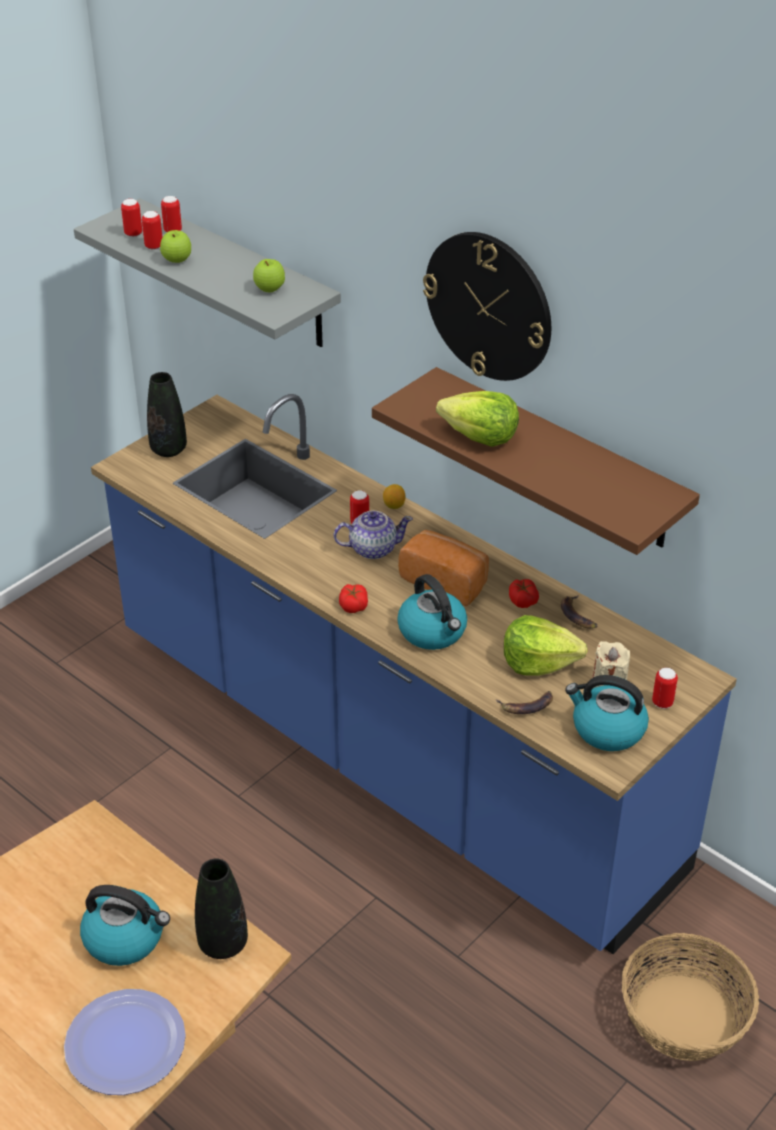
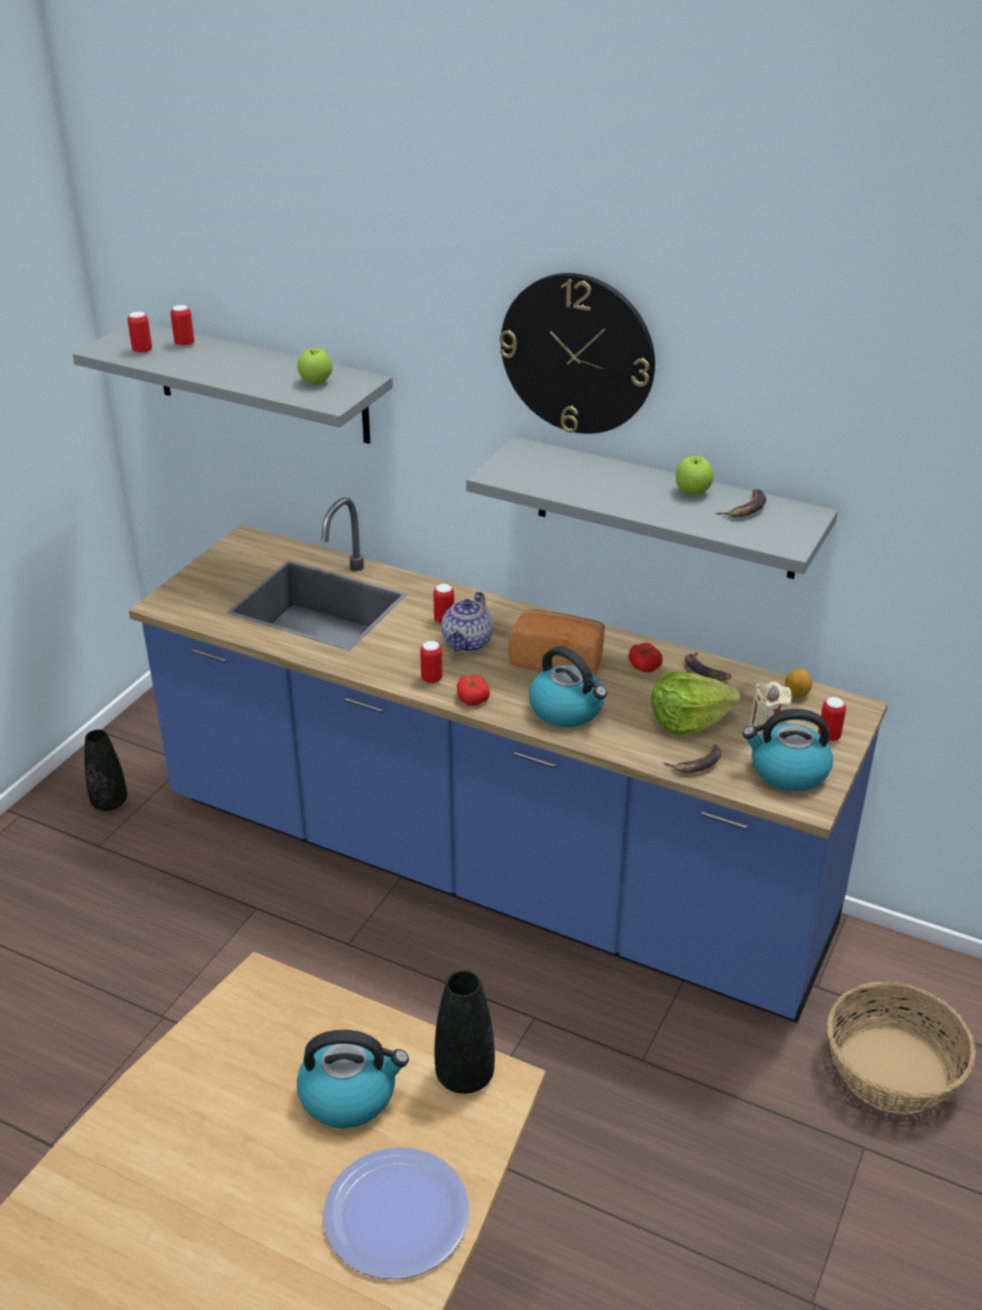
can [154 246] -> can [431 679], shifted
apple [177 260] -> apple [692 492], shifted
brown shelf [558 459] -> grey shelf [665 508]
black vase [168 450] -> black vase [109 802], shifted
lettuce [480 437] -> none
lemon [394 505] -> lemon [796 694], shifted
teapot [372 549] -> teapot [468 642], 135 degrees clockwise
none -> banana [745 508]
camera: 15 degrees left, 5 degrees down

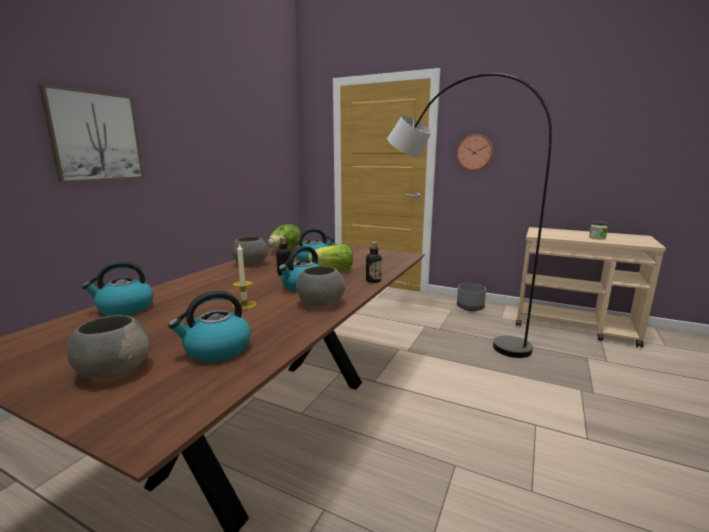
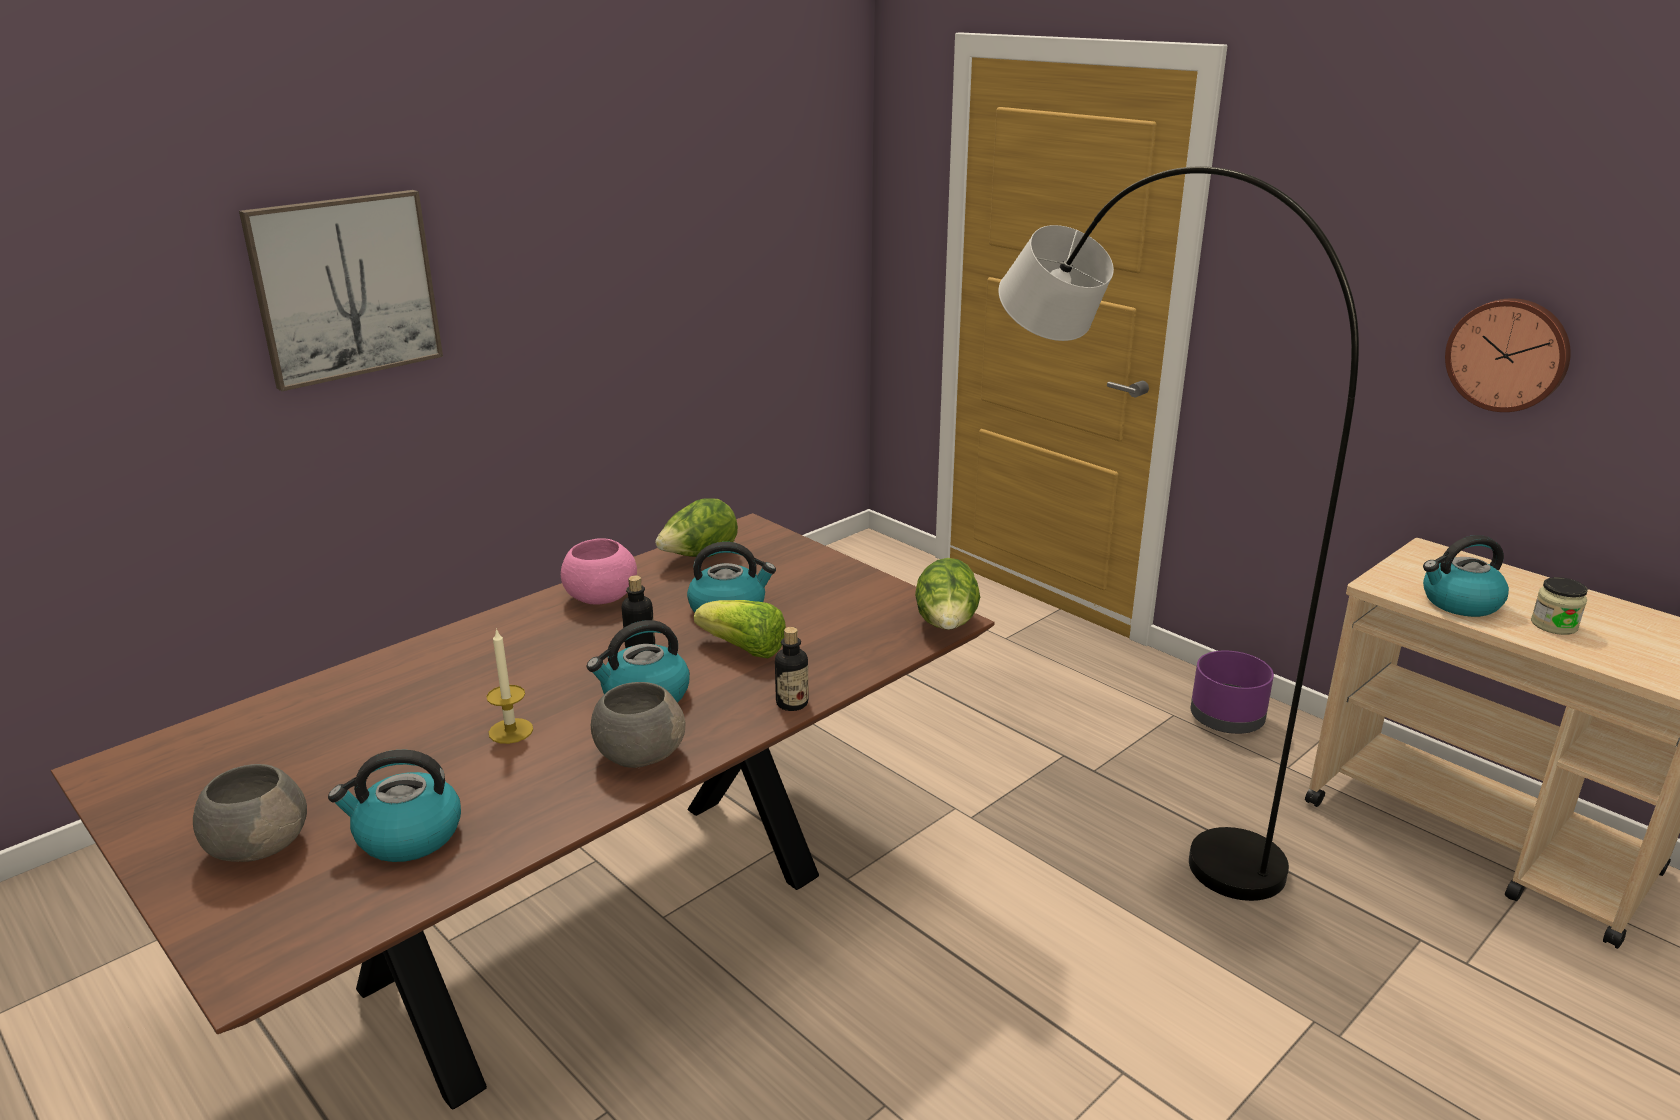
wall clock [474 152] -> wall clock [1508 354], shifted
grey bowl [250 263] -> pink bowl [600 597]
kettle [125 308] -> kettle [1459 603], shifted
grey planter [470 308] -> purple planter [1227 719]
none -> lettuce [947 626]
camera: 20 degrees right, 10 degrees up

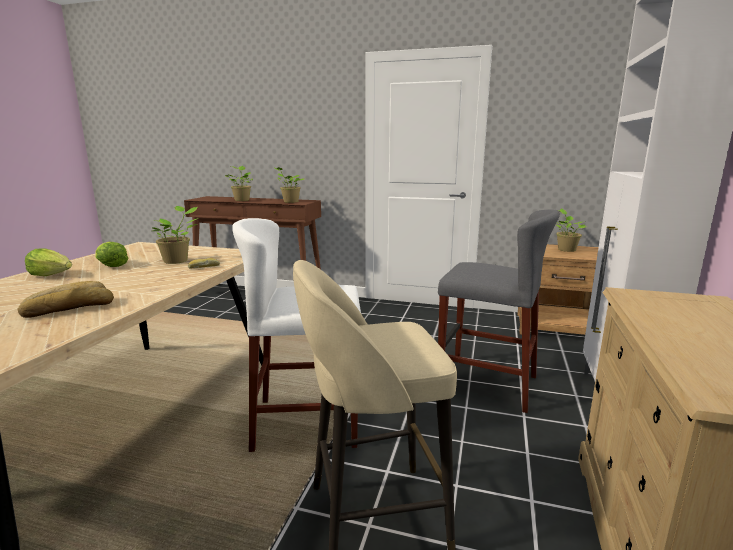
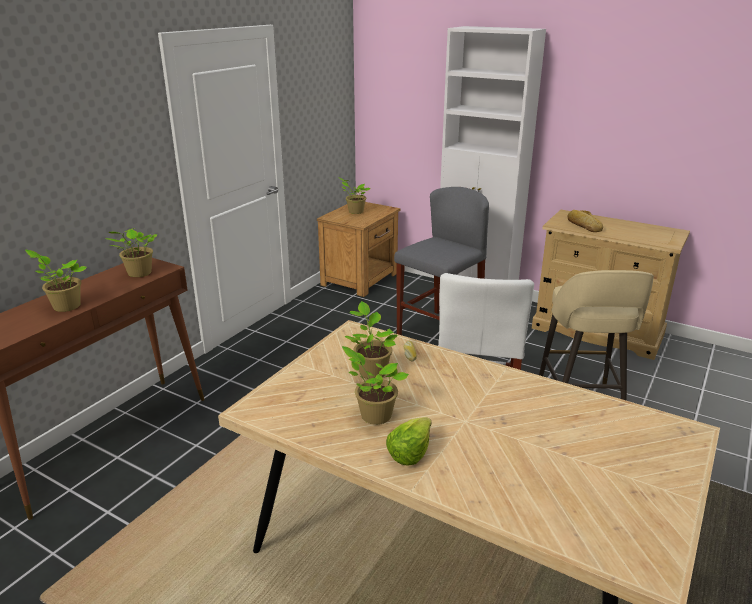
lettuce [111 265] -> potted plant [373 415]
bread [69 308] -> bread [583 226], shifted
camera: 75 degrees left, 10 degrees up

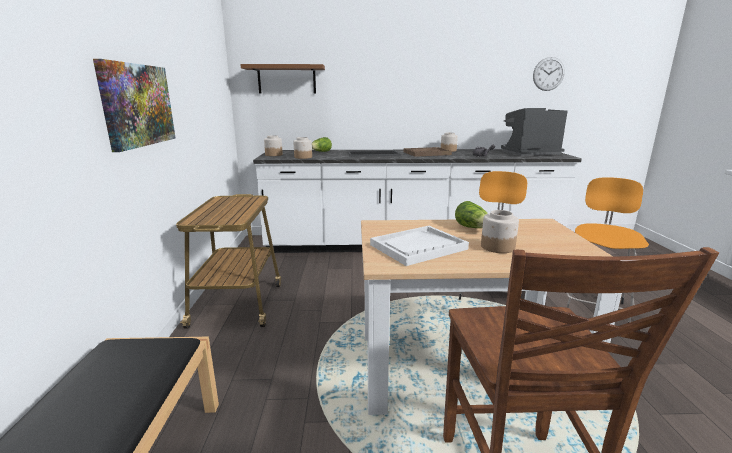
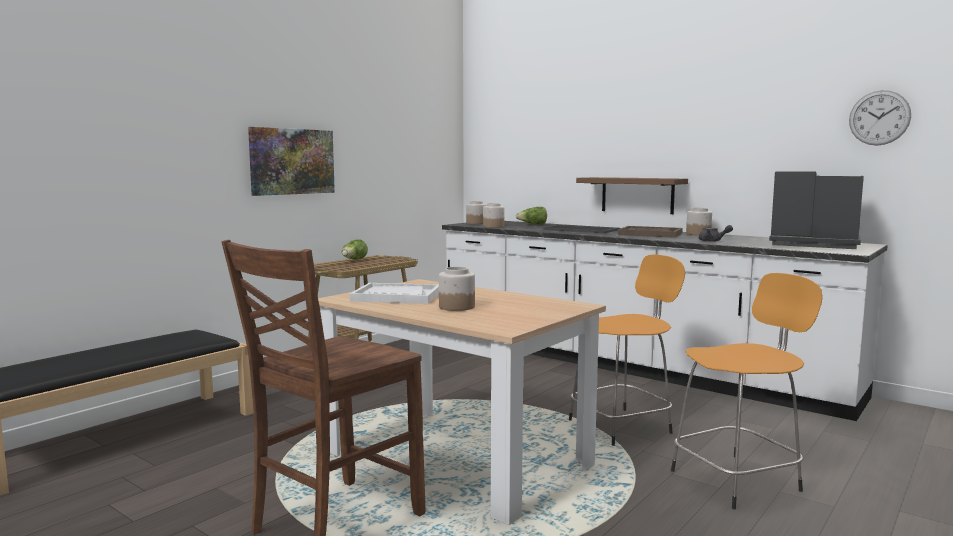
brown shelf [286 79] -> brown shelf [637 195], shifted
lettuce [472 228] -> lettuce [354 260], shifted
camera: 40 degrees right, 10 degrees down

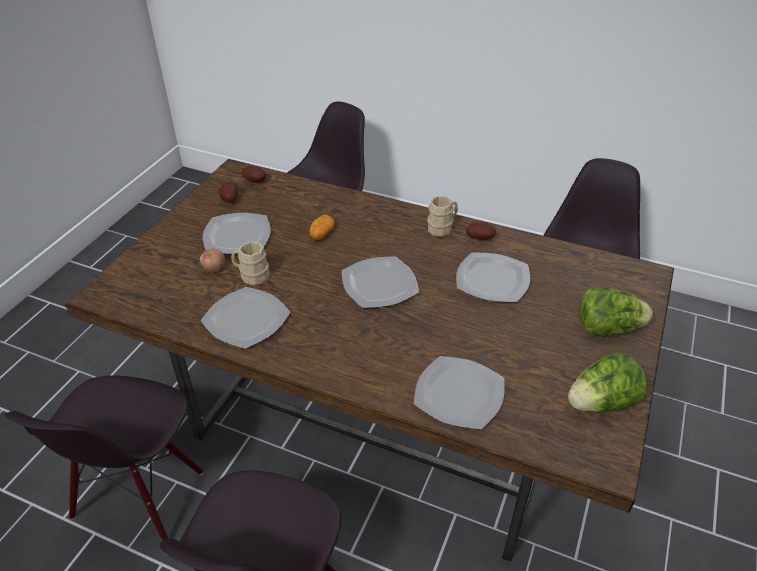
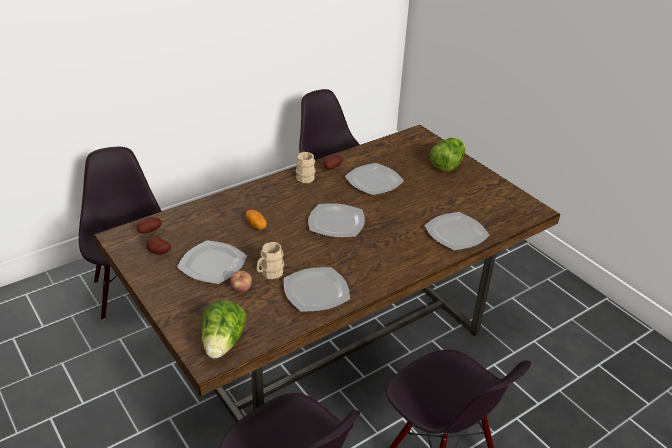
lettuce [601 403] -> lettuce [223 344], shifted
camera: 60 degrees left, 5 degrees down

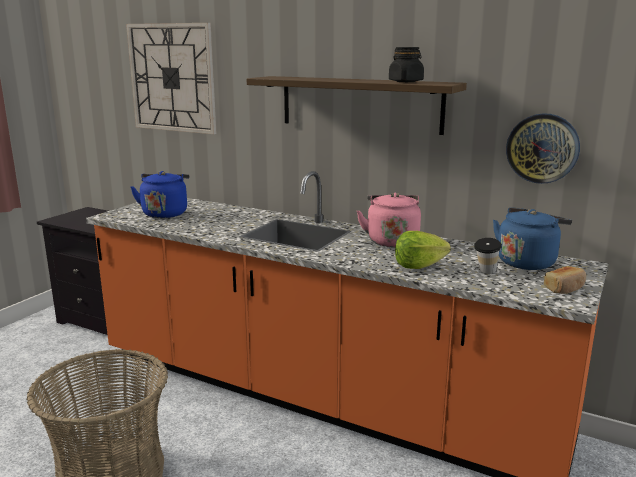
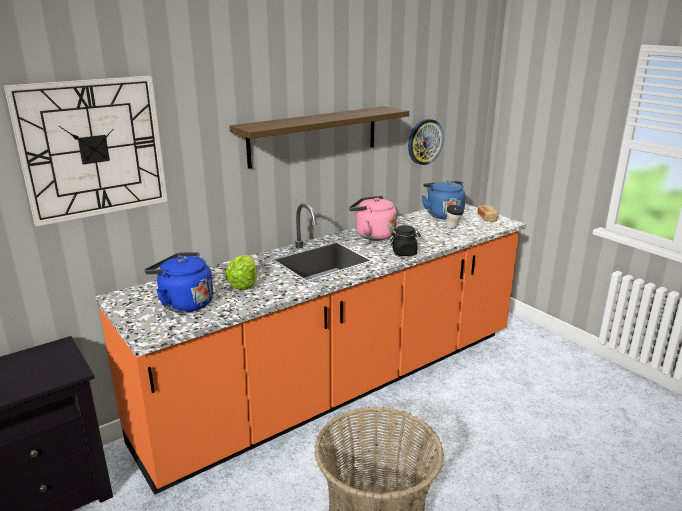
black jar [406 81] -> black jar [404 253], shifted
lettuce [419 266] -> lettuce [244 284], shifted
camera: 65 degrees left, 5 degrees up

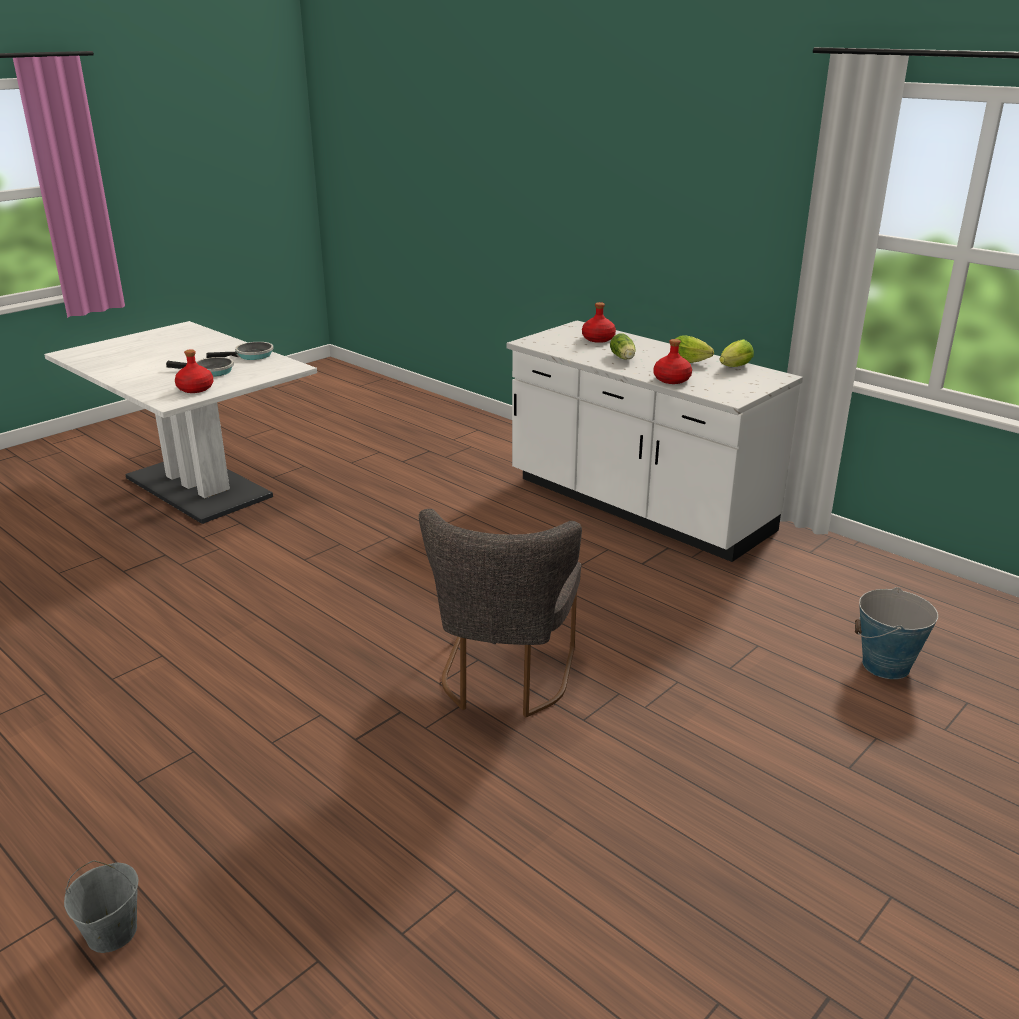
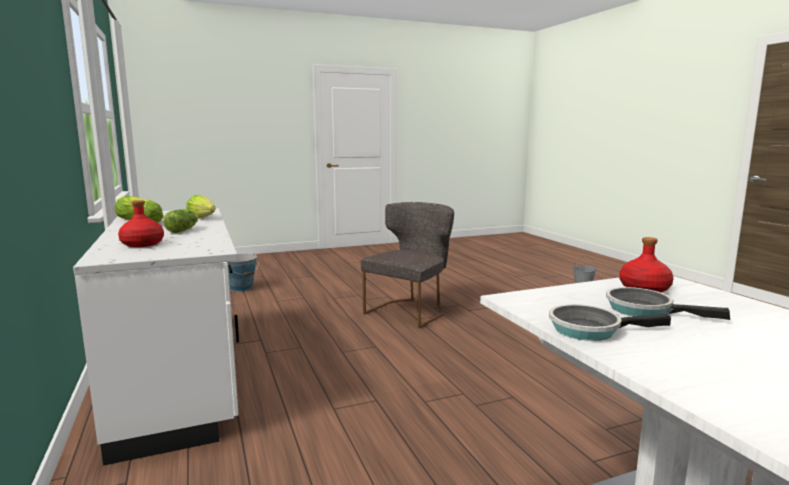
red bottle [672 380] -> lettuce [203 218]
camera: 155 degrees left, 15 degrees down

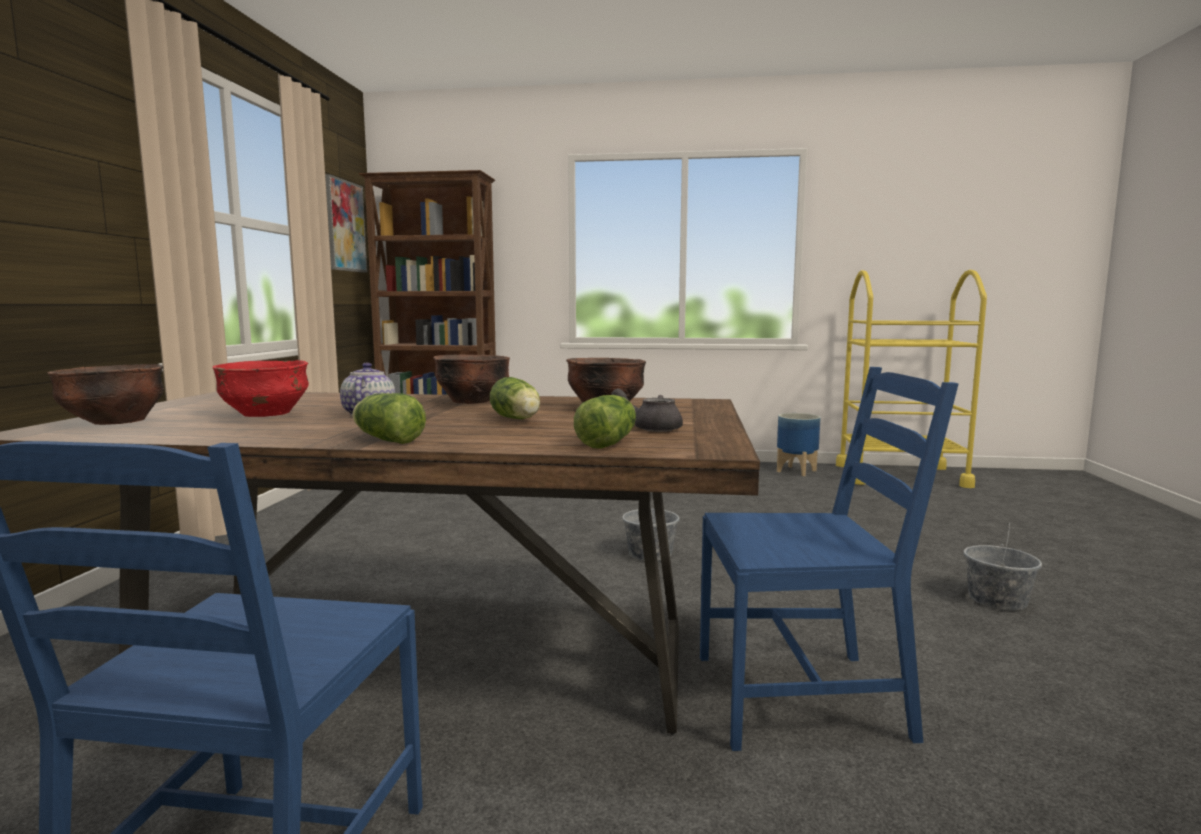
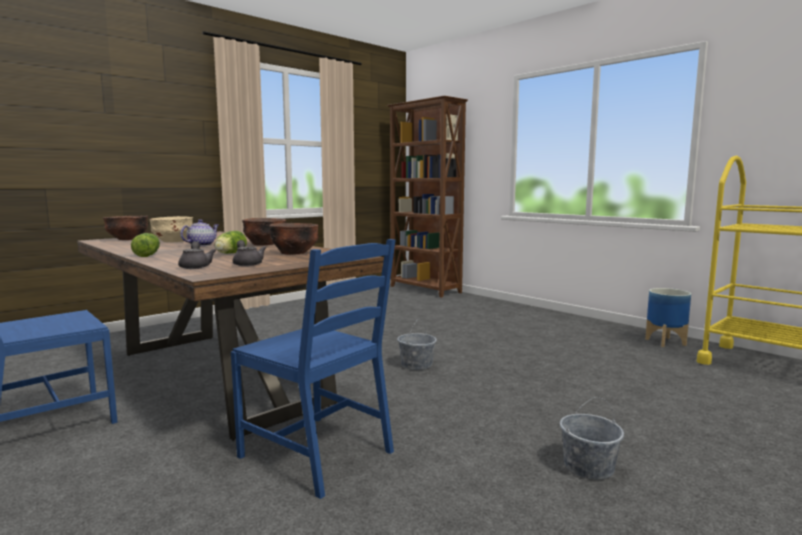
picture [345 226] -> none
red bowl [266 415] -> beige bowl [173 242]
lettuce [609 442] -> grey teapot [196 266]
camera: 40 degrees right, 0 degrees up

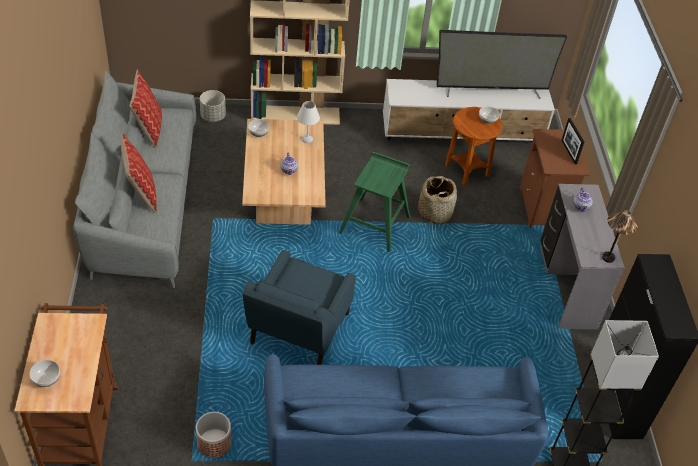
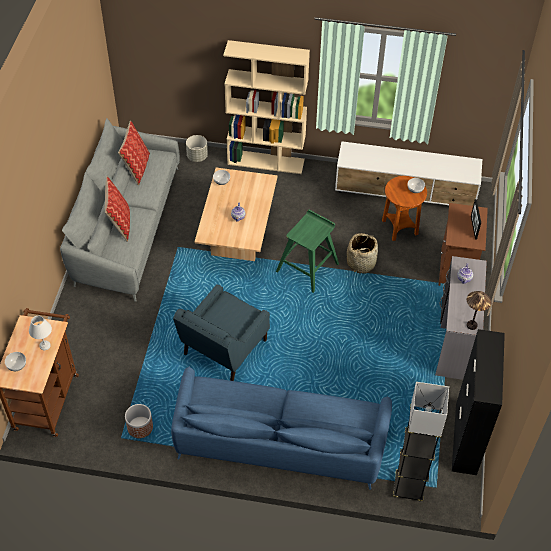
television [491 90] -> none
white table lamp [306 139] -> white table lamp [44 345], shifted
camera: 15 degrees right, 5 degrees up

